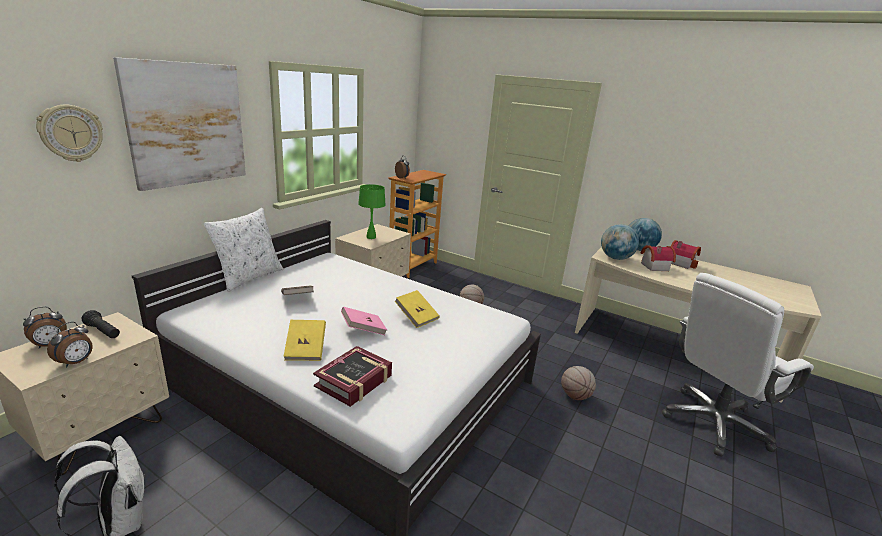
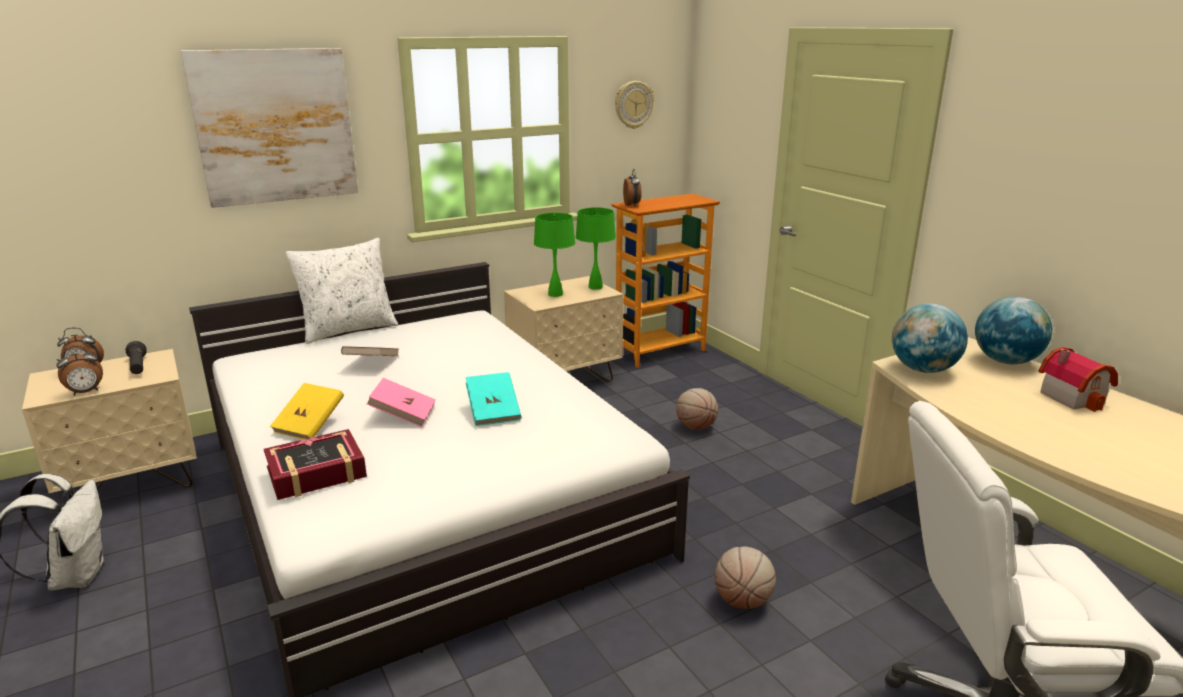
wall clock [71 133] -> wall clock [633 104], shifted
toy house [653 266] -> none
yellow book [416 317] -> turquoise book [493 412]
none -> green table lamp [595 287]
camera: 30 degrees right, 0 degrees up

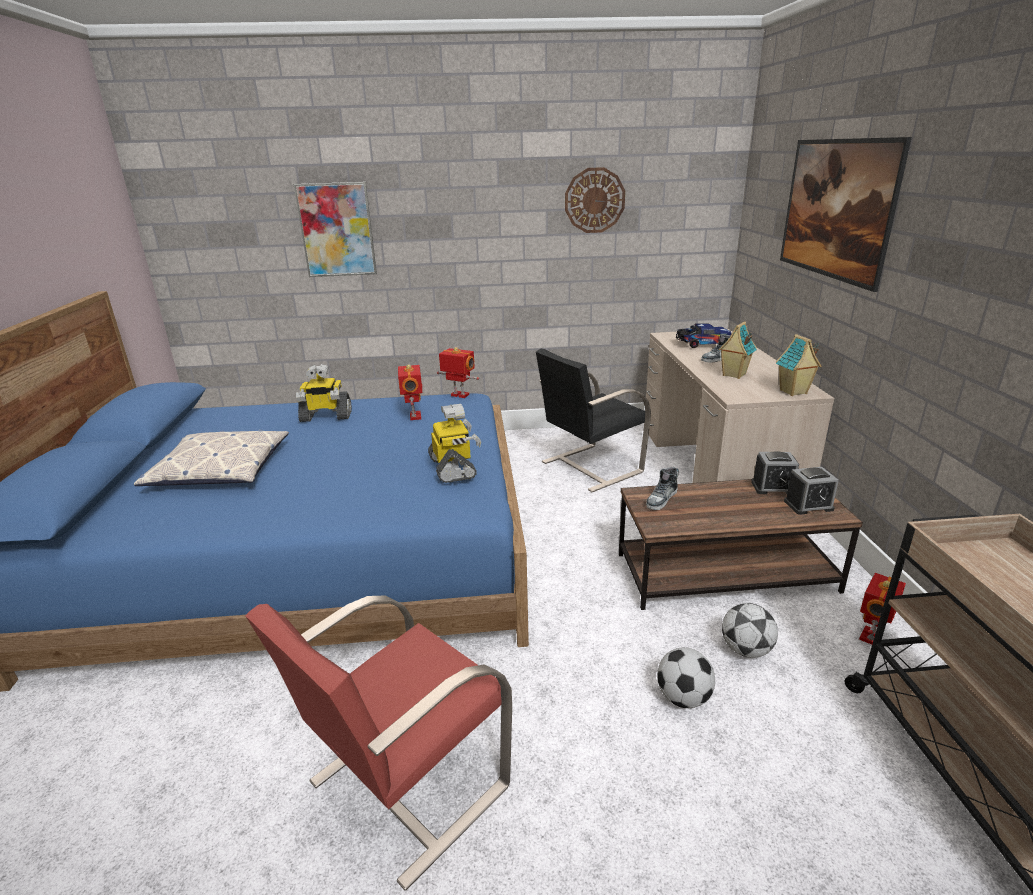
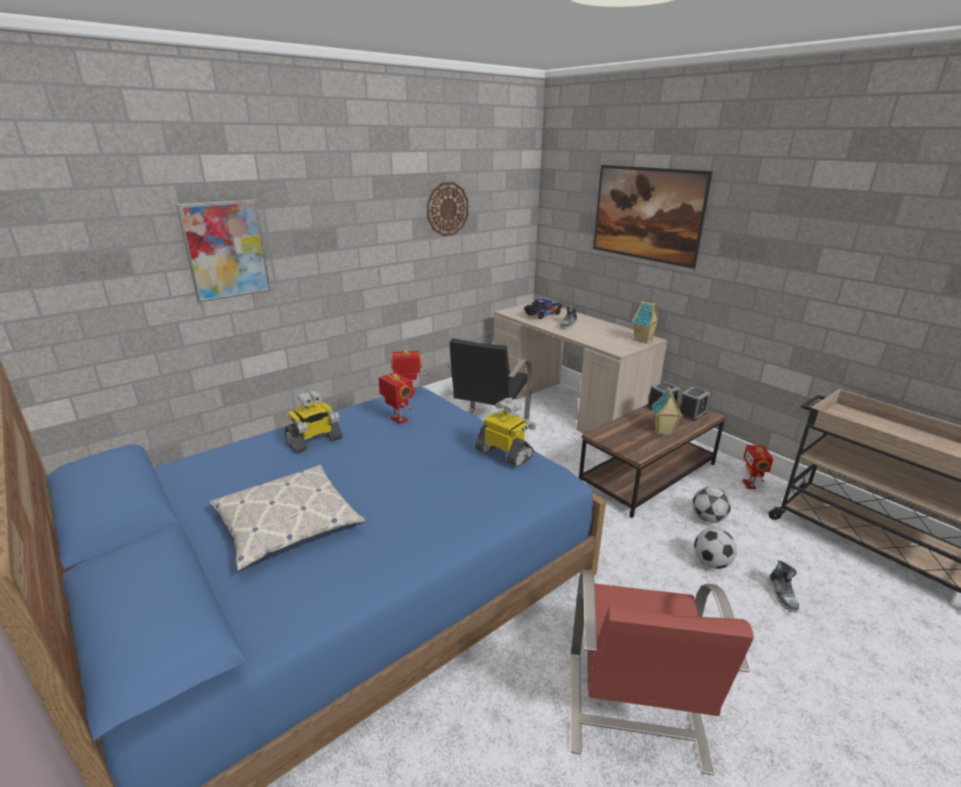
toy house [733 375] -> toy house [663 431], shifted
shoe [662 499] -> shoe [782 594], shifted
camera: 35 degrees left, 0 degrees up

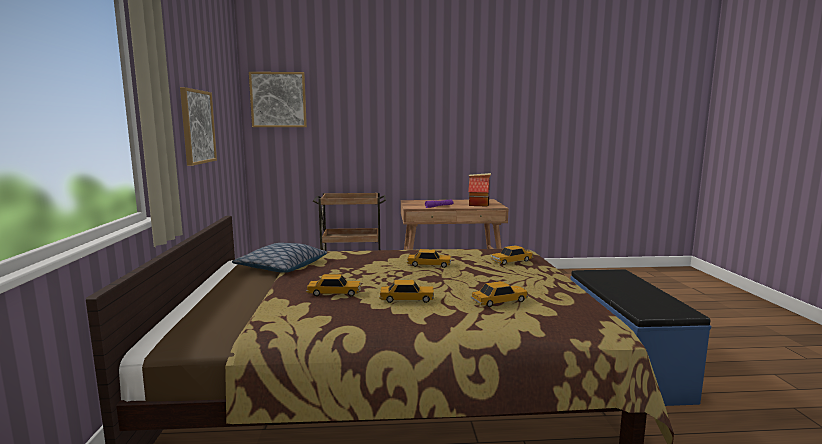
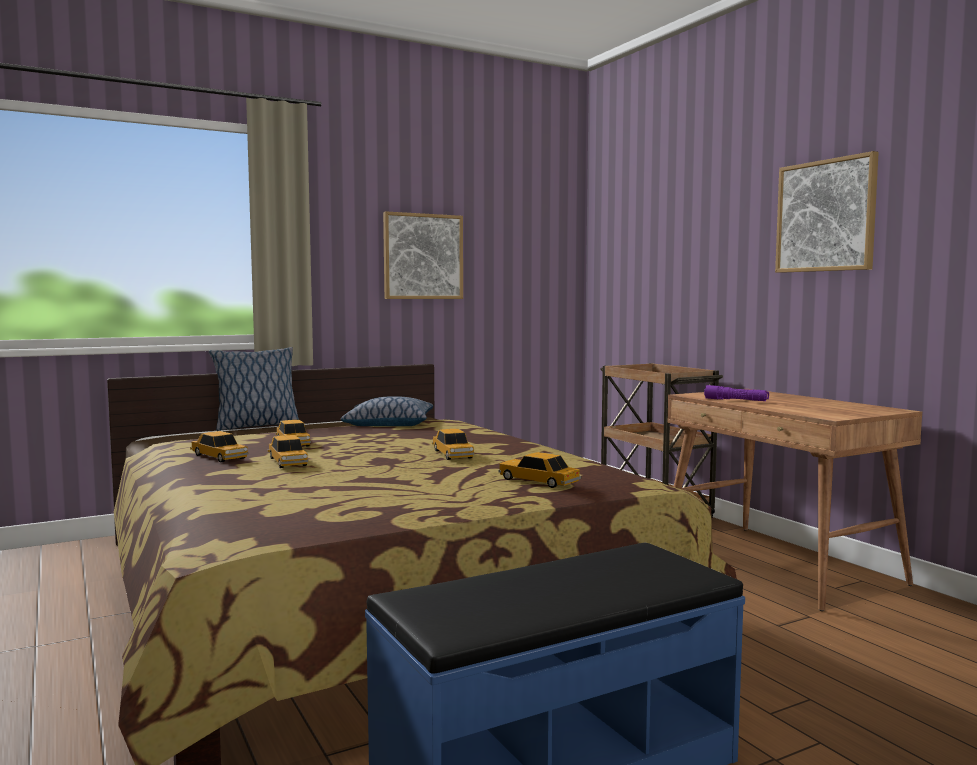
picture [278 100] -> picture [826 216], shifted
toy house [479 204] -> none
toy car [499 301] -> toy car [219 457], shifted
none -> pillow [256 426]
camera: 65 degrees right, 5 degrees down

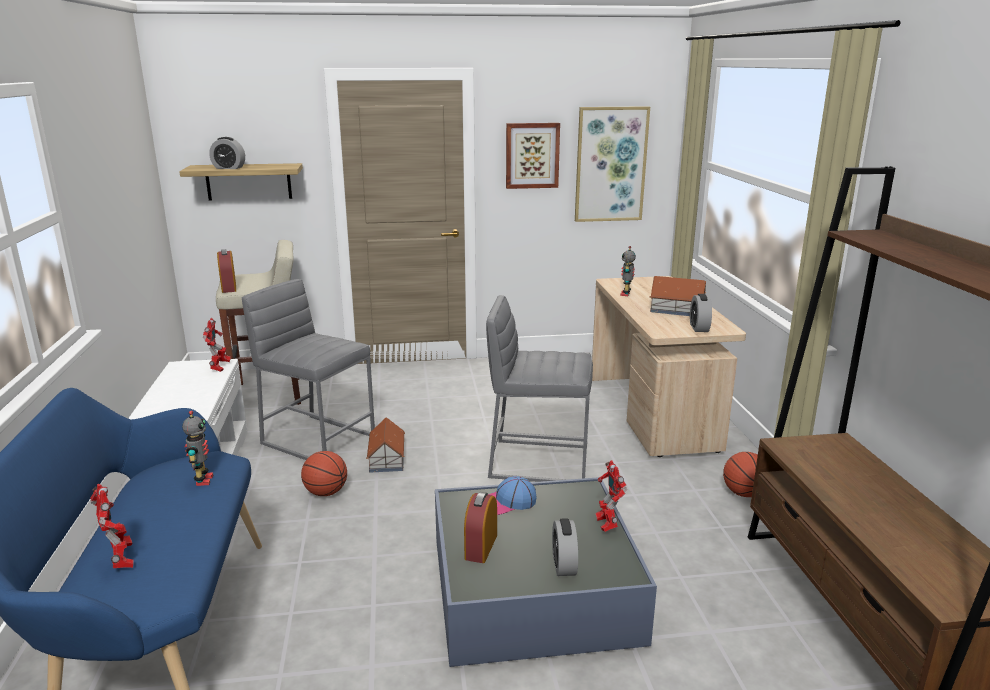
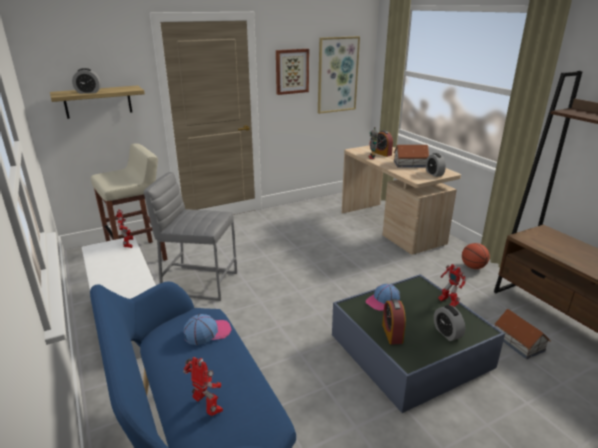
alarm clock [229 288] -> alarm clock [382 153], shifted
grey stool [538 461] -> none
toy robot [202 480] -> cap [207 332]
toy house [387 458] -> toy house [518 342], shifted
basketball [326 492] -> none
camera: 20 degrees left, 5 degrees up

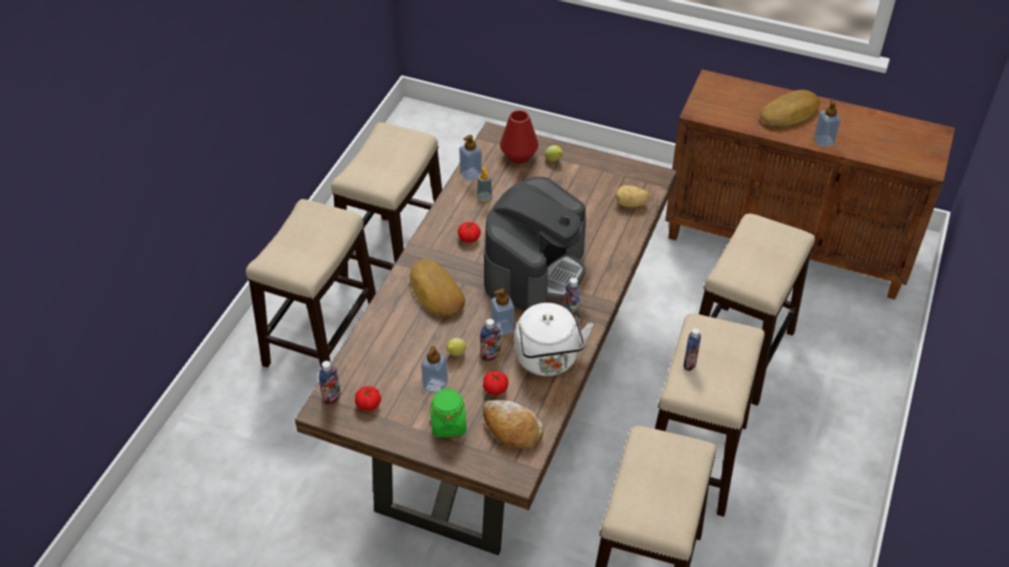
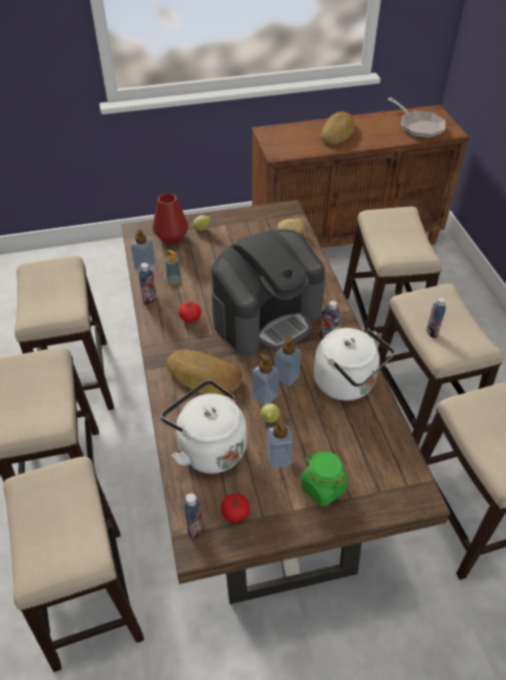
soap dispenser [823 141] -> soap dispenser [265 395], shifted
coffee machine [534 270] -> coffee machine [267 317], 60 degrees clockwise
bottle [490 355] -> bottle [149 299], shifted
tomato [495 388] -> none
bread [511 428] -> none
none -> frying pan [418 126]
none -> white kettle [208 447]
none -> stool [88 595]
camera: 35 degrees left, 0 degrees up

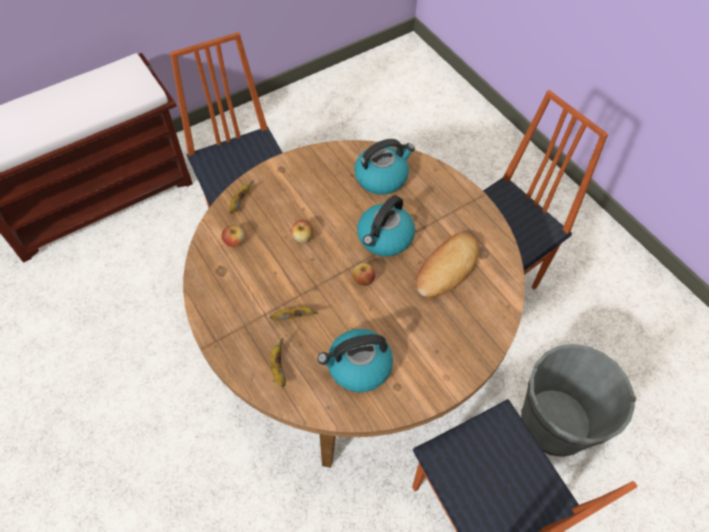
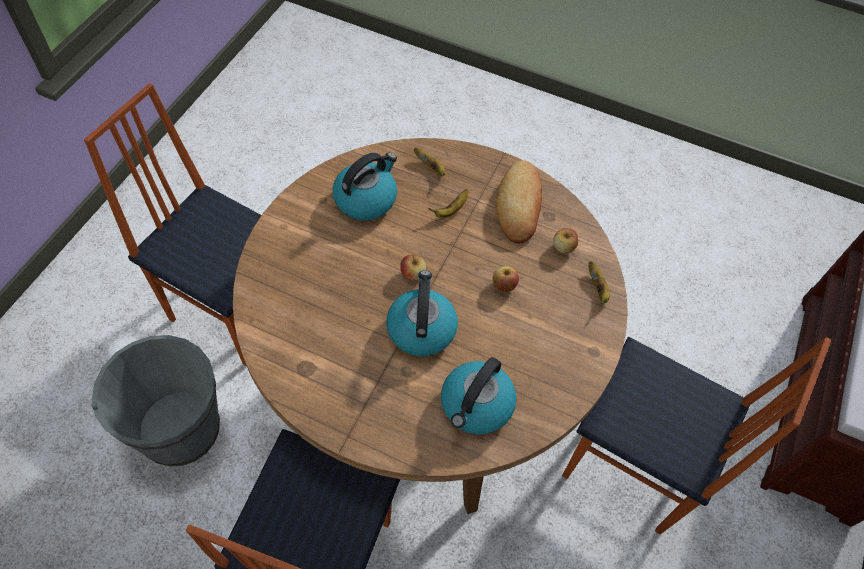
bread [447 268] -> bread [519 205], shifted
camera: 145 degrees right, 0 degrees up

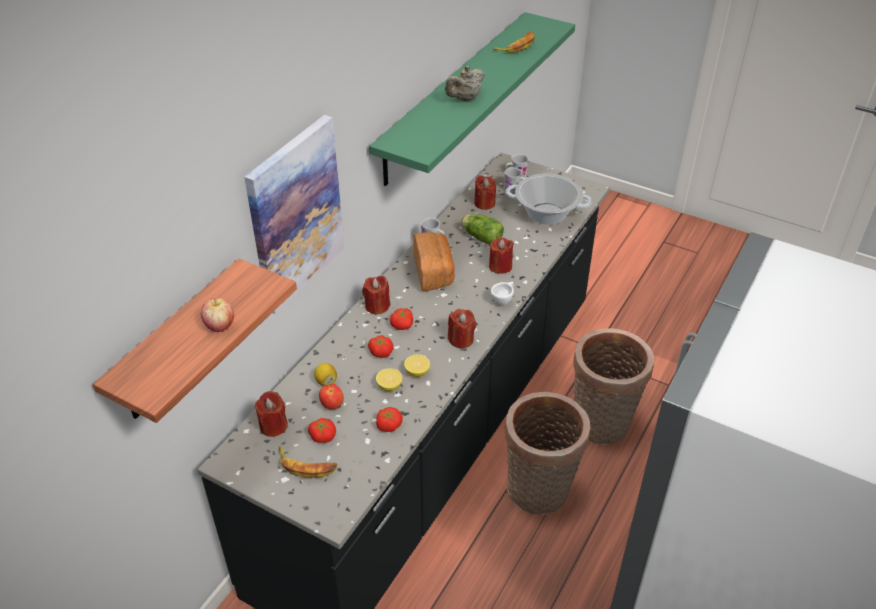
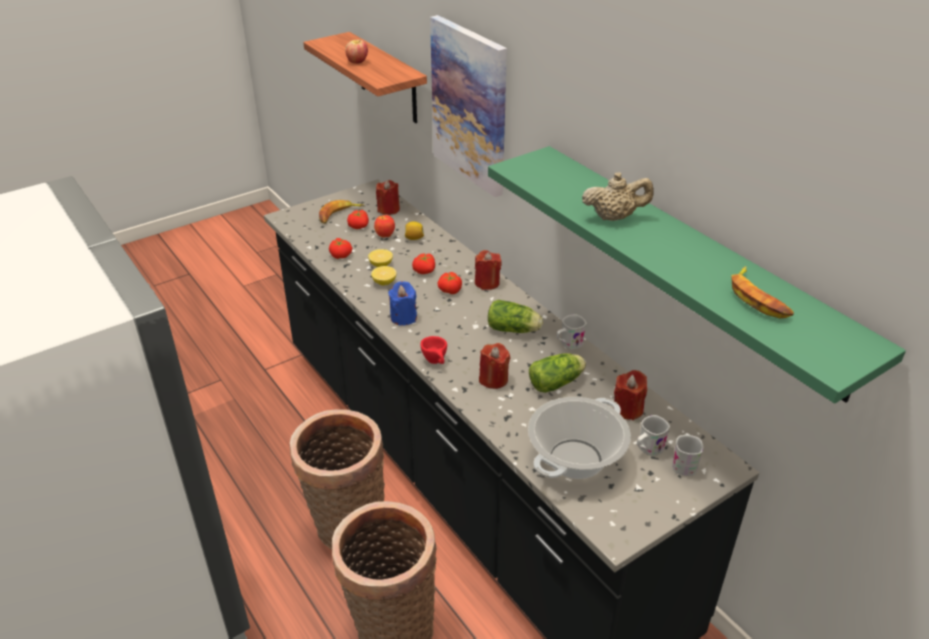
beige teapot [465 99] -> beige teapot [614 217], 105 degrees clockwise
bread [434 272] -> lettuce [515 330]
white cup [503 300] -> red cup [436 362]
red candle [461 339] -> blue candle [403 317]
camera: 115 degrees right, 5 degrees down

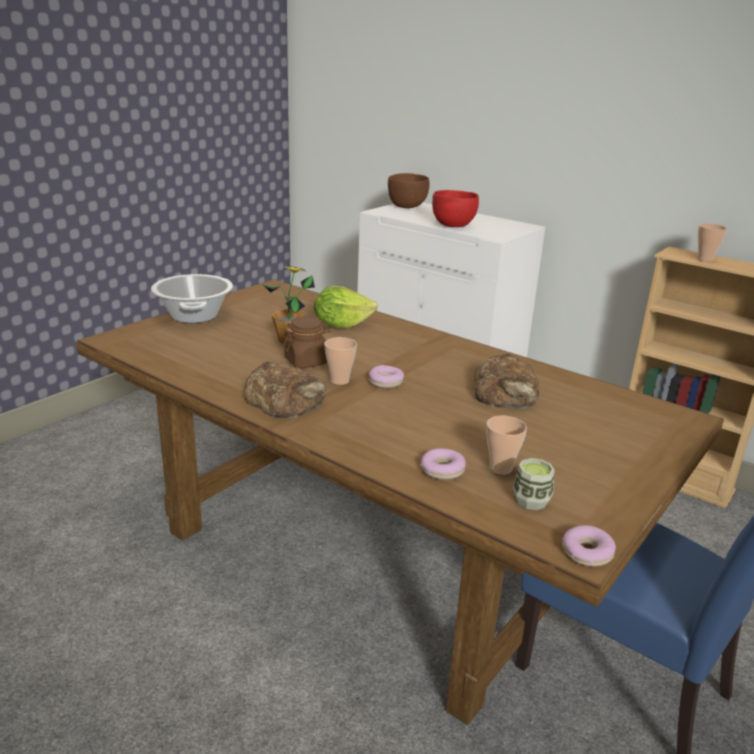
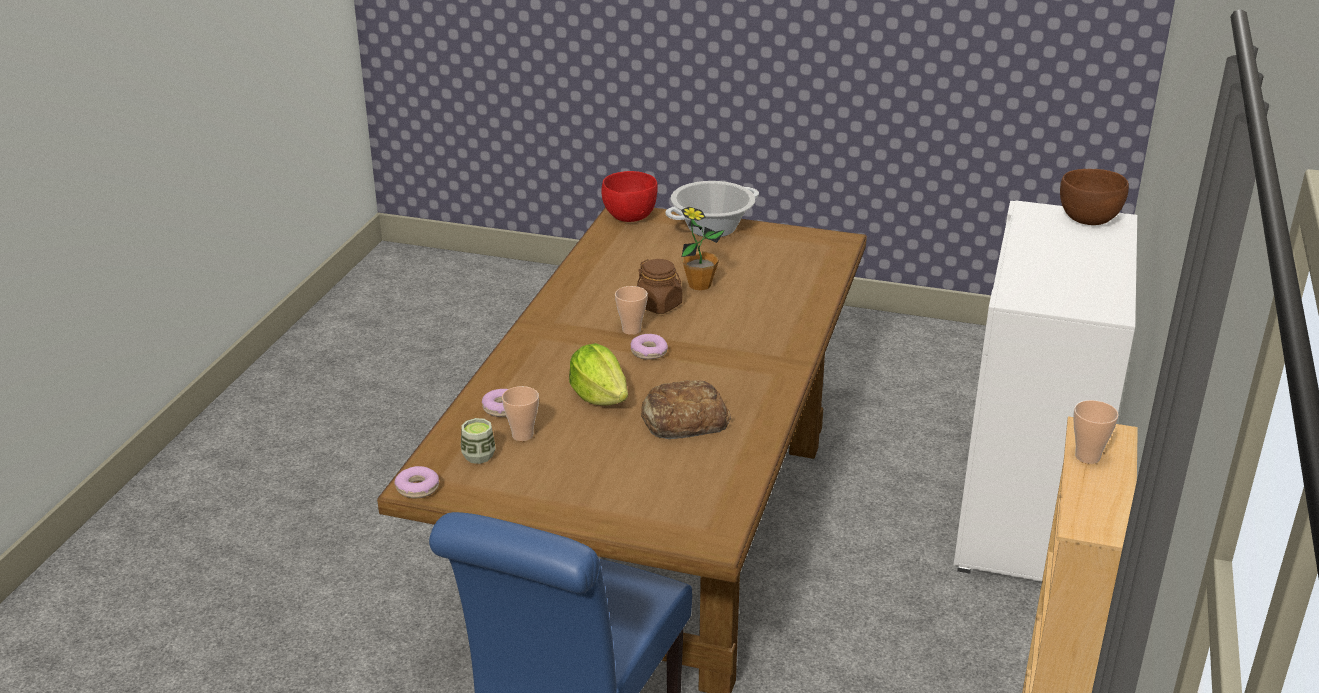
red bowl [453 226] -> red bowl [629 217], shifted
lettuce [341 325] -> lettuce [599 396], shifted
bread [285 399] -> none
camera: 70 degrees right, 5 degrees up

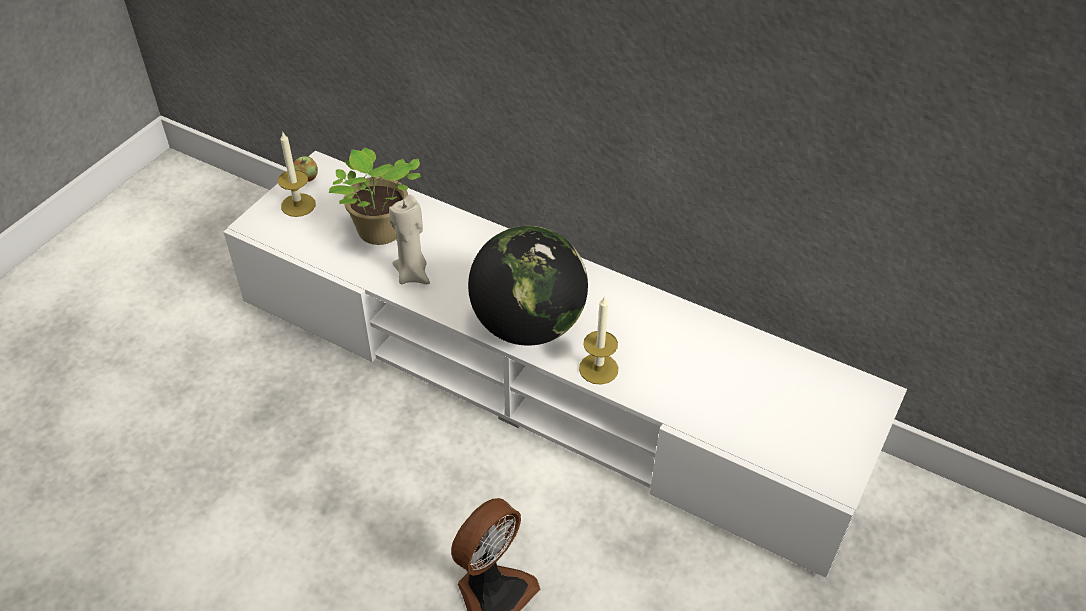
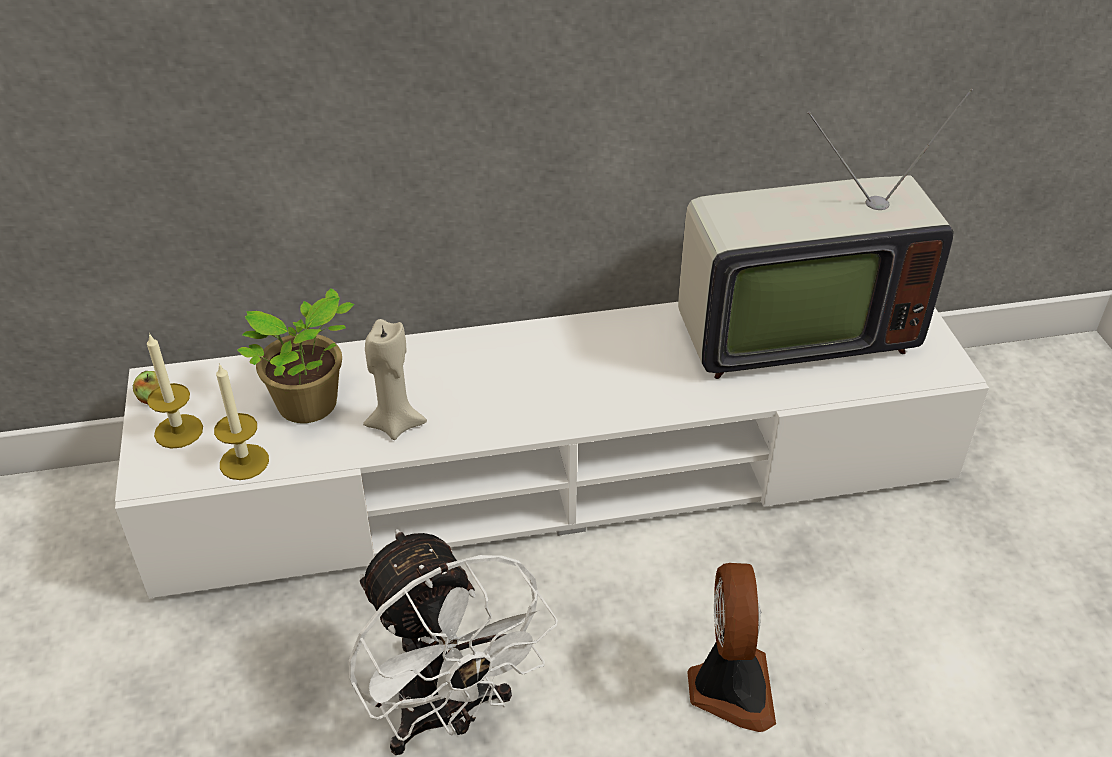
globe [528 325] -> none
candle [598 369] -> candle [244 462], shifted
none -> television [789 331]
none -> white fan [448 715]
camera: 40 degrees left, 5 degrees down

